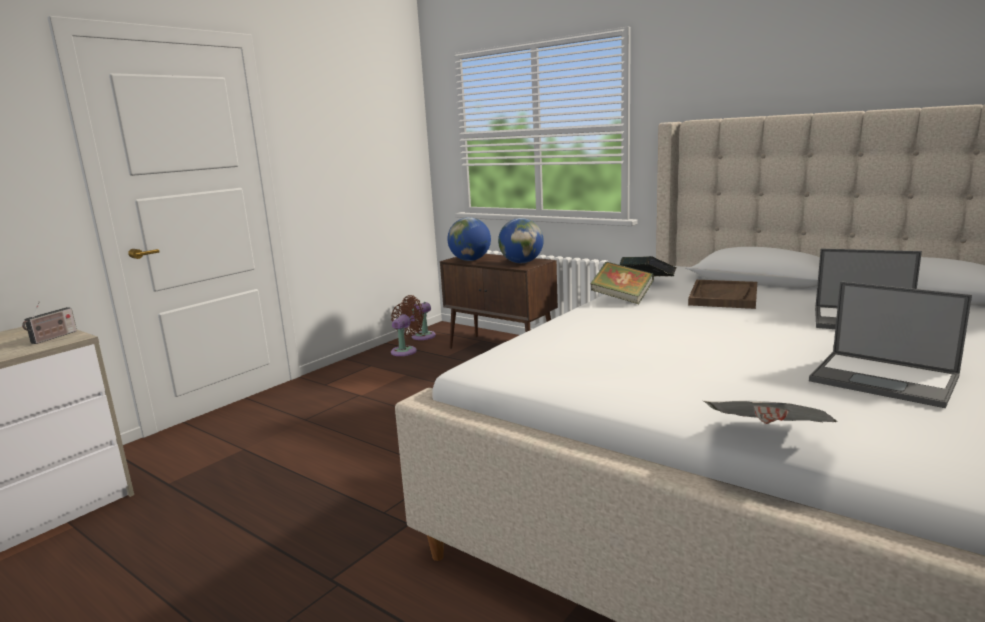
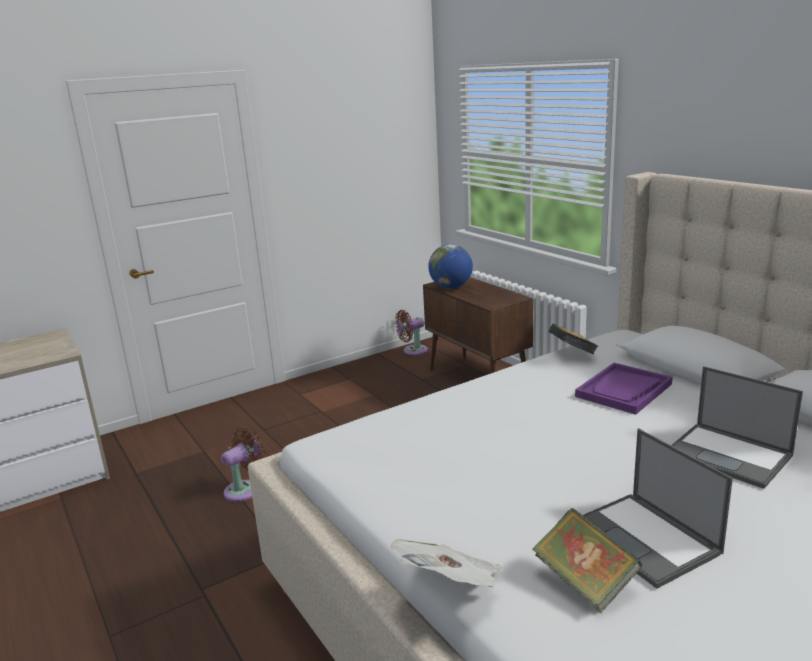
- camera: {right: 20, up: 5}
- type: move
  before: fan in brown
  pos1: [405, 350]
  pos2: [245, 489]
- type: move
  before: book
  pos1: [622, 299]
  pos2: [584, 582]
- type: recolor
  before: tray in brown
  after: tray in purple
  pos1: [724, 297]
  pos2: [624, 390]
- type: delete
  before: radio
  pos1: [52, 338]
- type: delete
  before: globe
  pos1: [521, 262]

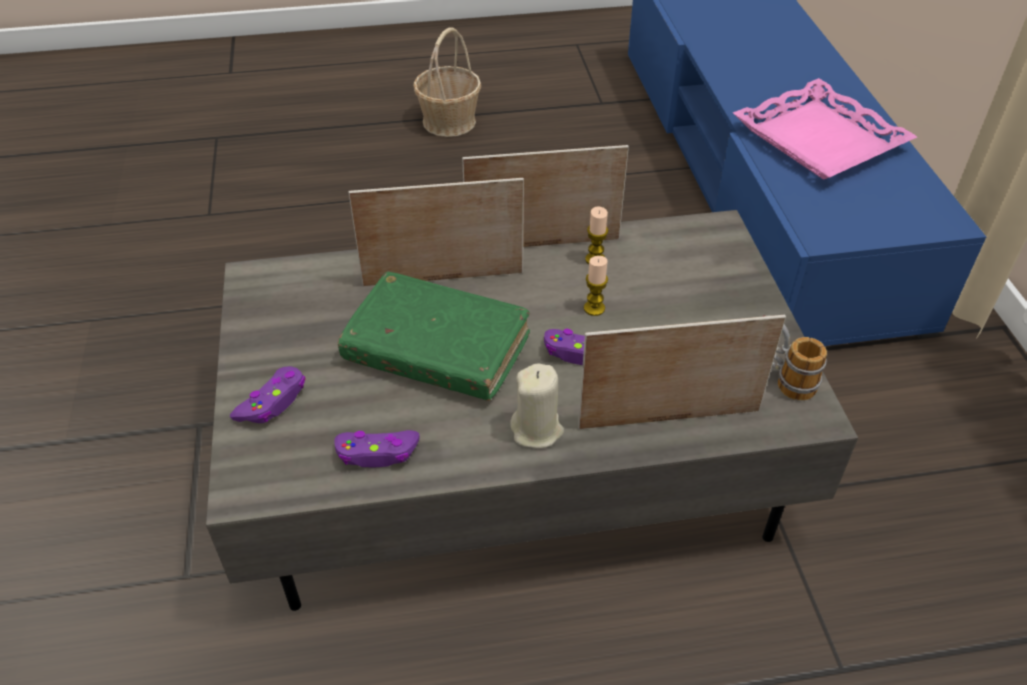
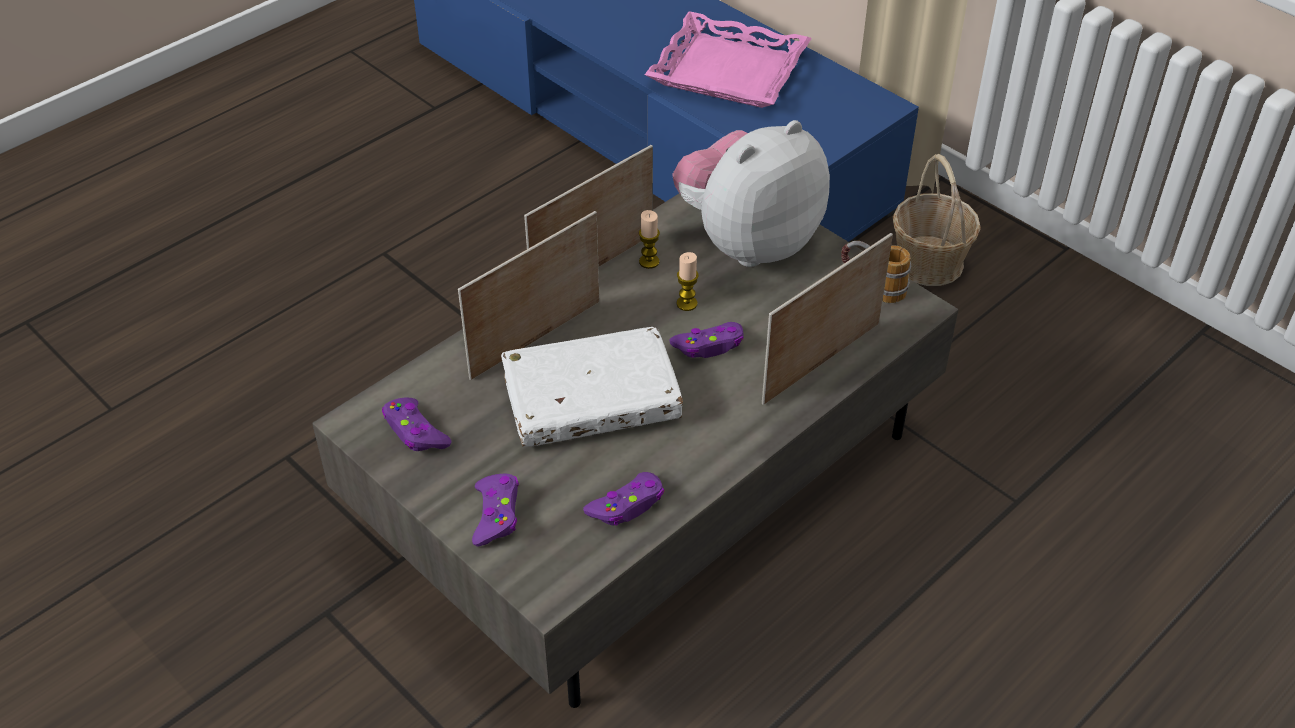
- camera: {right: -35, up: 0}
- type: insert
  after: game controller in purple
  pos2: [415, 432]
- type: recolor
  before: book in green
  after: book in white
  pos1: [437, 349]
  pos2: [591, 401]
- type: insert
  after: plush toy
  pos2: [747, 242]
- type: move
  before: basket
  pos1: [448, 122]
  pos2: [928, 263]
- type: delete
  before: candle in beige
  pos1: [537, 430]

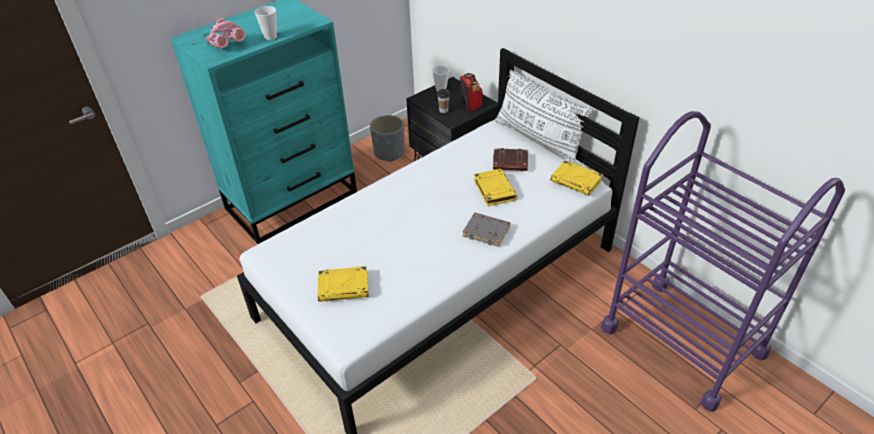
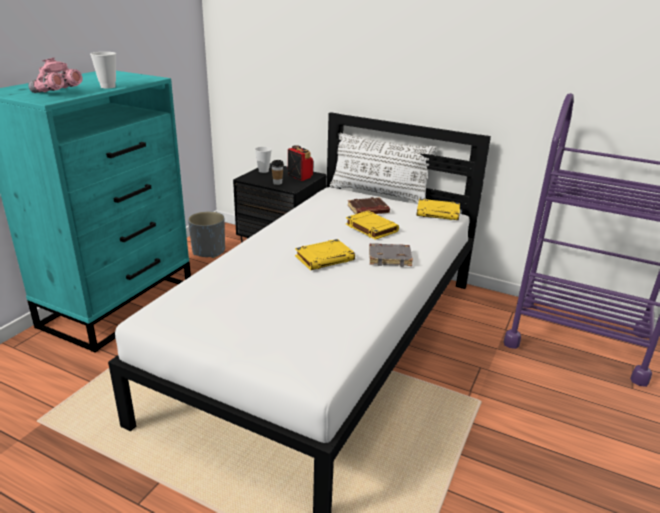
- camera: {right: -25, up: -15}
- type: move
  before: book in yellow
  pos1: [344, 287]
  pos2: [325, 258]

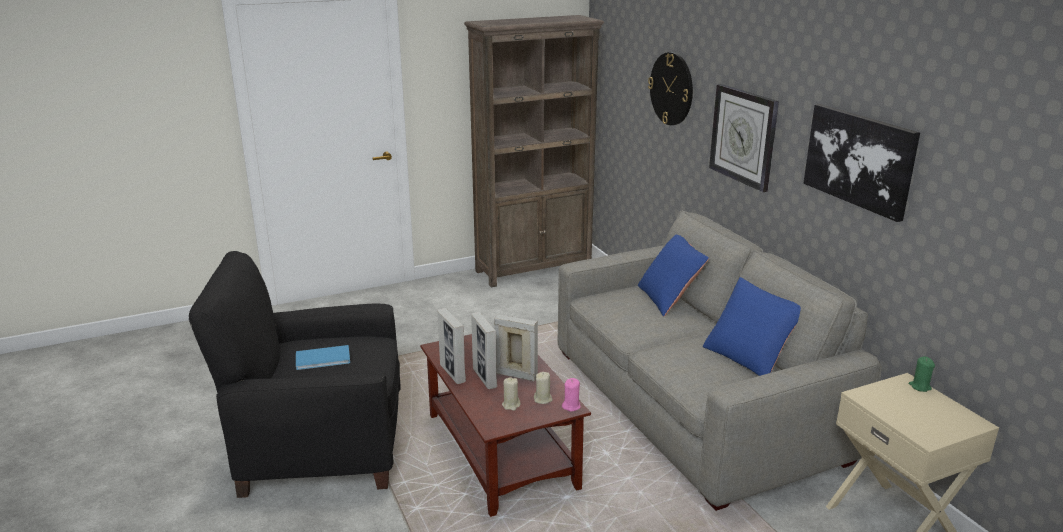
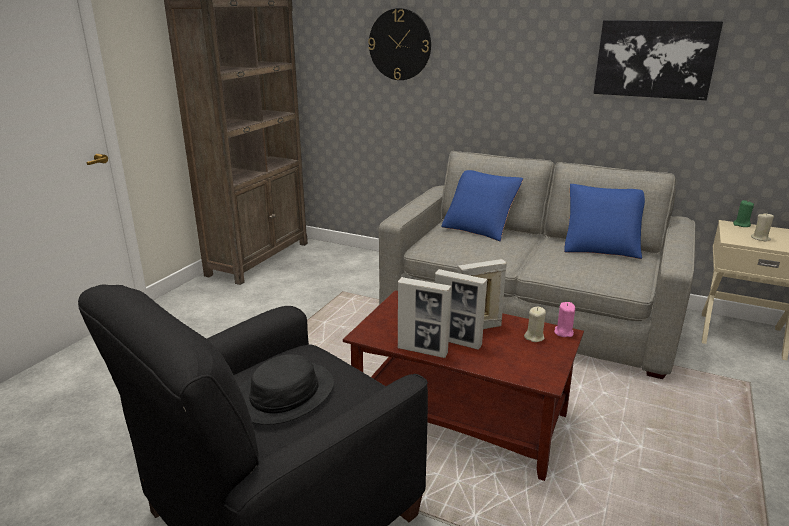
- camera: {right: -40, up: 0}
- type: replace
  before: book in blue
  after: hat in black
  pos1: [324, 359]
  pos2: [285, 394]
- type: move
  before: candle in beige
  pos1: [511, 405]
  pos2: [760, 238]
- type: delete
  before: wall clock
  pos1: [743, 136]

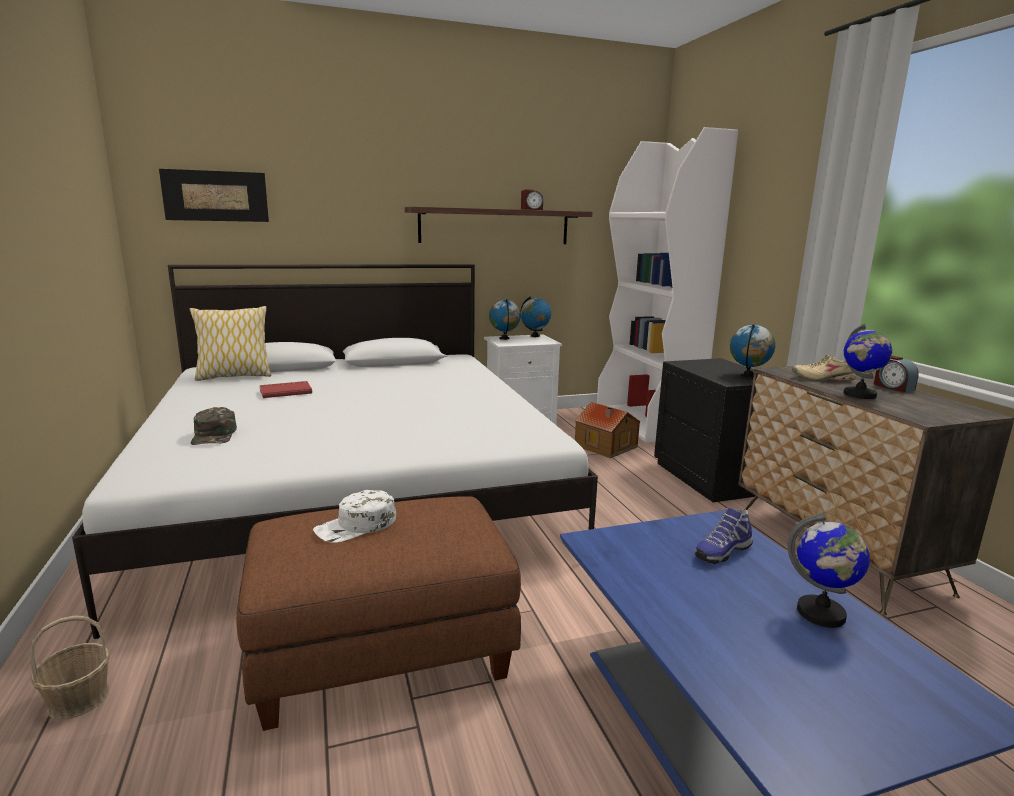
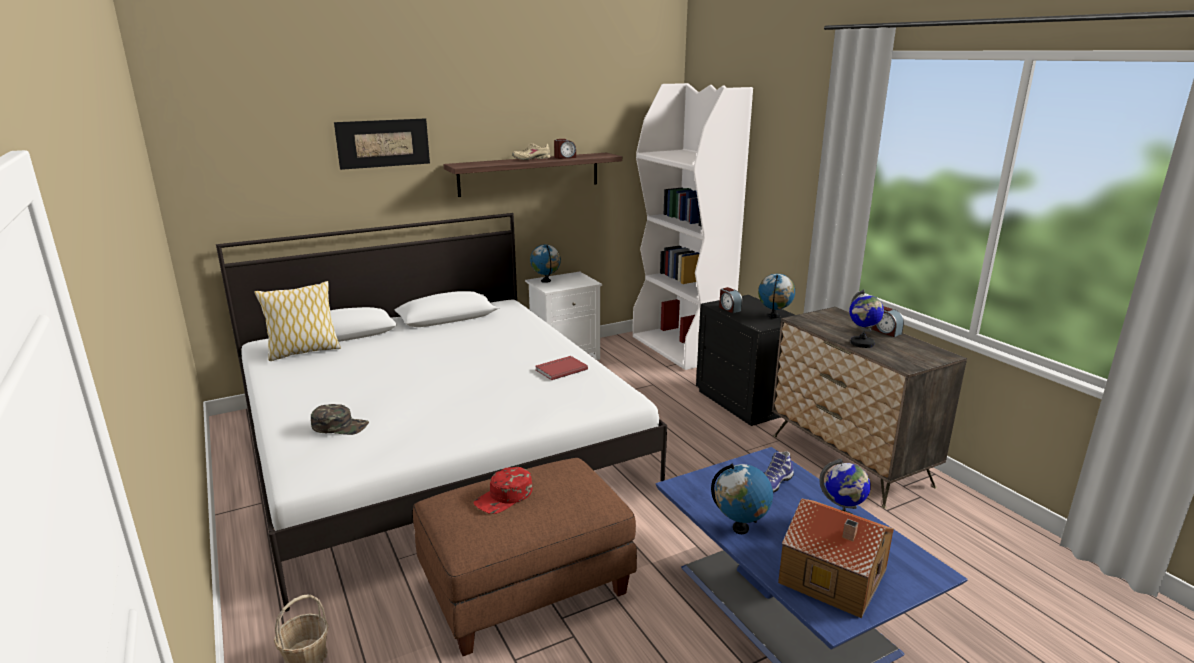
- camera: {right: -10, up: 5}
- type: rotate
  before: cap in green
  pos1: [214, 435]
  pos2: [340, 426]
  turn: -60
- type: move
  before: picture
  pos1: [216, 196]
  pos2: [383, 143]
- type: recolor
  before: cap in white
  after: cap in red
  pos1: [356, 526]
  pos2: [504, 497]
- type: move
  before: shoe in beige
  pos1: [822, 378]
  pos2: [531, 159]
- type: move
  before: book in red
  pos1: [285, 391]
  pos2: [560, 369]
- type: move
  before: globe
  pos1: [535, 336]
  pos2: [740, 528]
- type: insert
  after: alarm clock
  pos2: [729, 309]
- type: move
  before: toy house
  pos1: [606, 447]
  pos2: [833, 578]

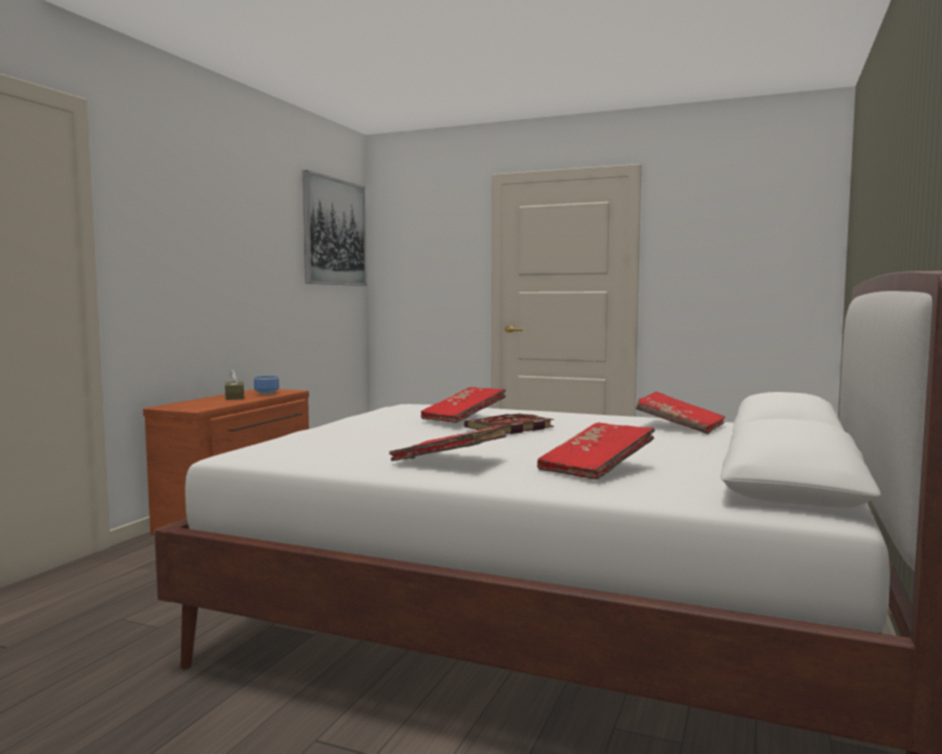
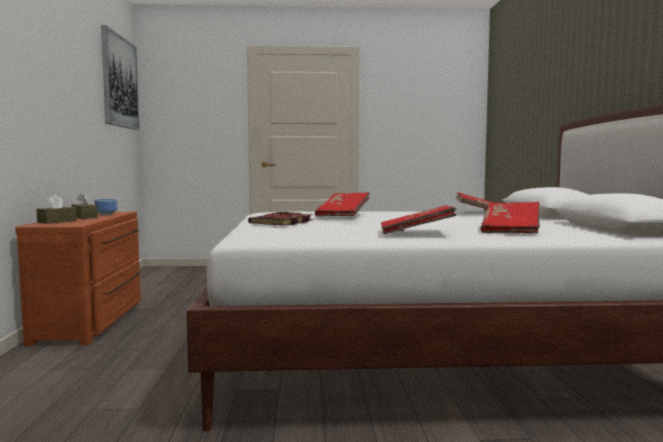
- camera: {right: -25, up: 0}
- type: insert
  after: tissue box in brown
  pos2: [57, 221]
- type: move
  before: book
  pos1: [509, 428]
  pos2: [282, 222]

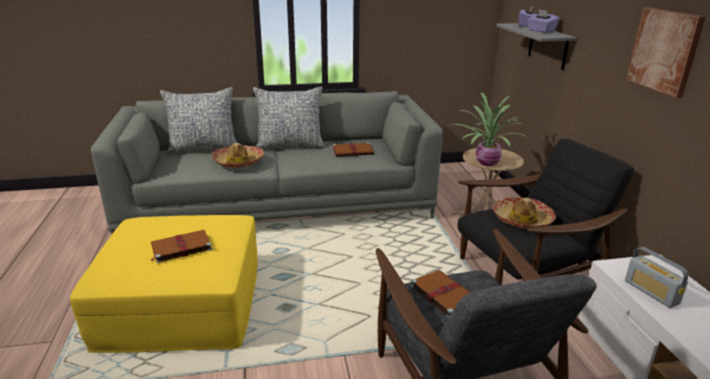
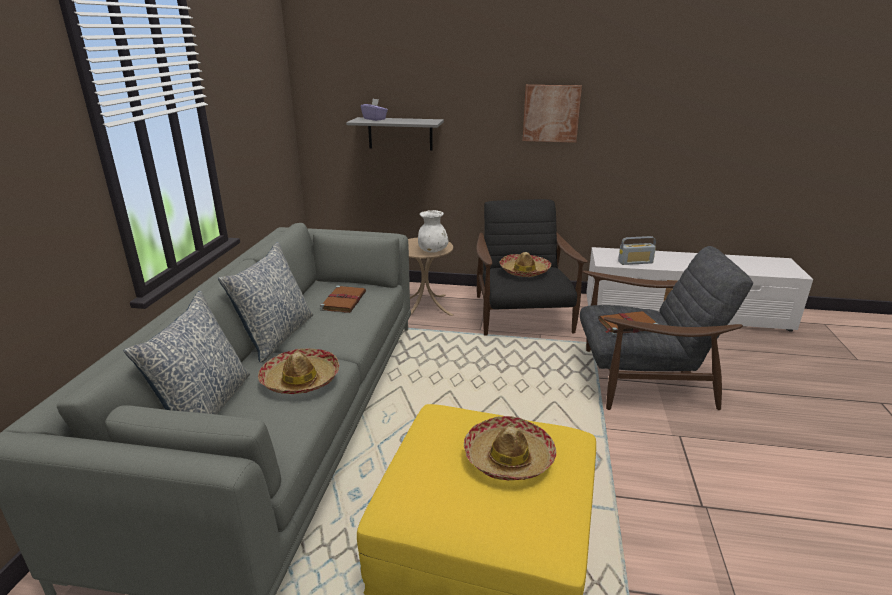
- camera: {right: -70, up: 0}
- type: replace
  before: potted plant
  after: vase in white
  pos1: [486, 162]
  pos2: [432, 251]
- type: replace
  before: book in brown
  after: hat
  pos1: [180, 248]
  pos2: [509, 458]
- type: delete
  before: tissue box in purple
  pos1: [541, 31]

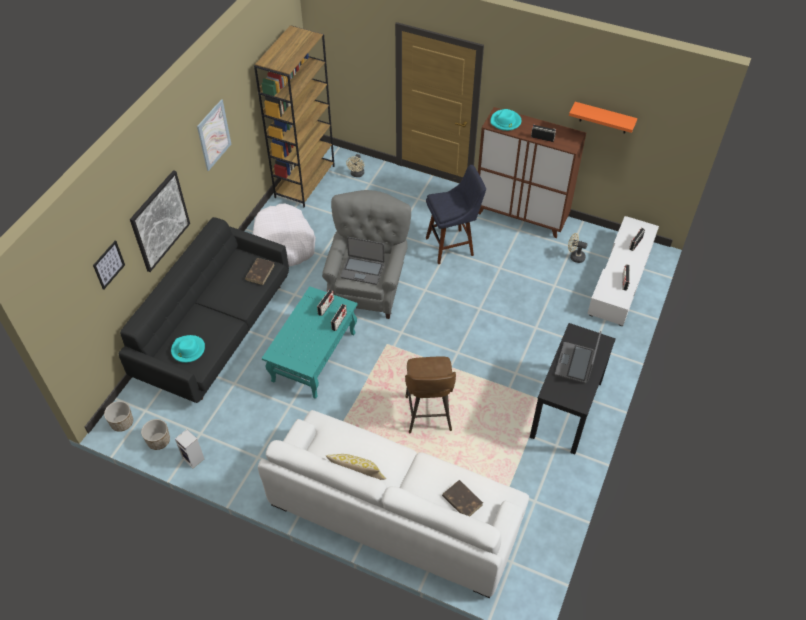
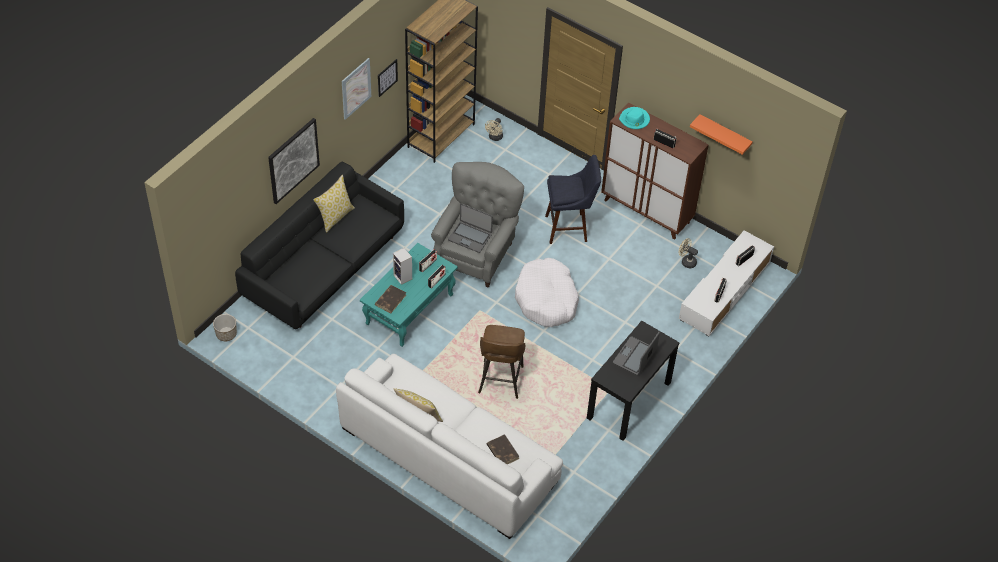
- camera: {right: 10, up: 0}
- type: insert
  after: pillow
  pos2: [335, 216]
- type: move
  before: book in brown
  pos1: [260, 272]
  pos2: [390, 300]
- type: move
  before: picture
  pos1: [108, 264]
  pos2: [387, 77]
- type: move
  before: speaker
  pos1: [194, 459]
  pos2: [403, 277]
- type: move
  before: dog bed in white
  pos1: [285, 243]
  pos2: [546, 299]
- type: delete
  before: planter
  pos1: [159, 441]
- type: delete
  before: hat in turquoise
  pos1: [188, 350]

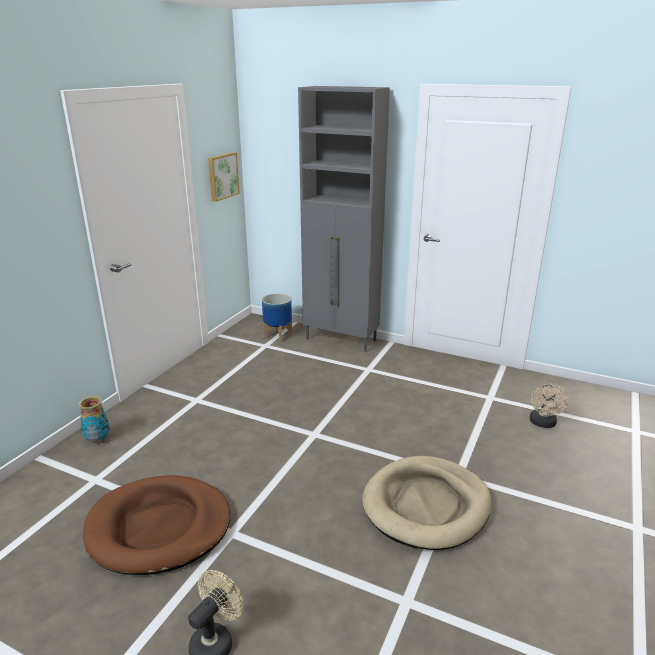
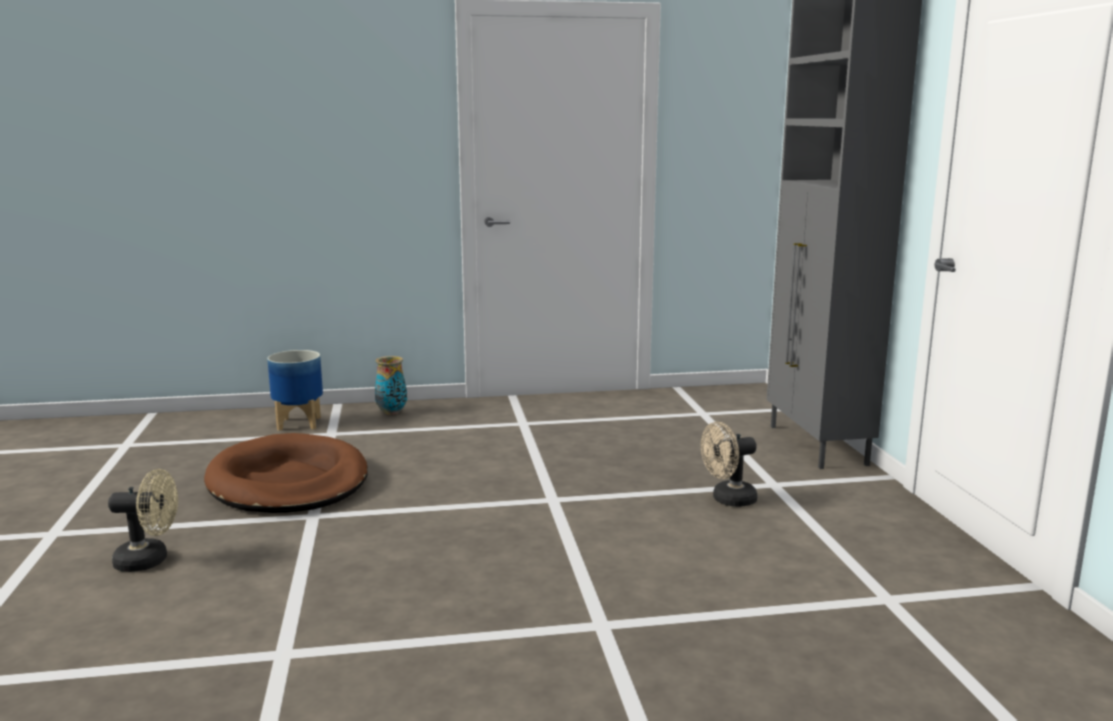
- camera: {right: 55, up: -10}
- type: move
  before: planter
  pos1: [277, 335]
  pos2: [298, 424]
- type: move
  before: fan in beige
  pos1: [543, 424]
  pos2: [728, 500]
- type: delete
  before: picture
  pos1: [222, 176]
- type: delete
  before: dog bed in beige
  pos1: [426, 505]

